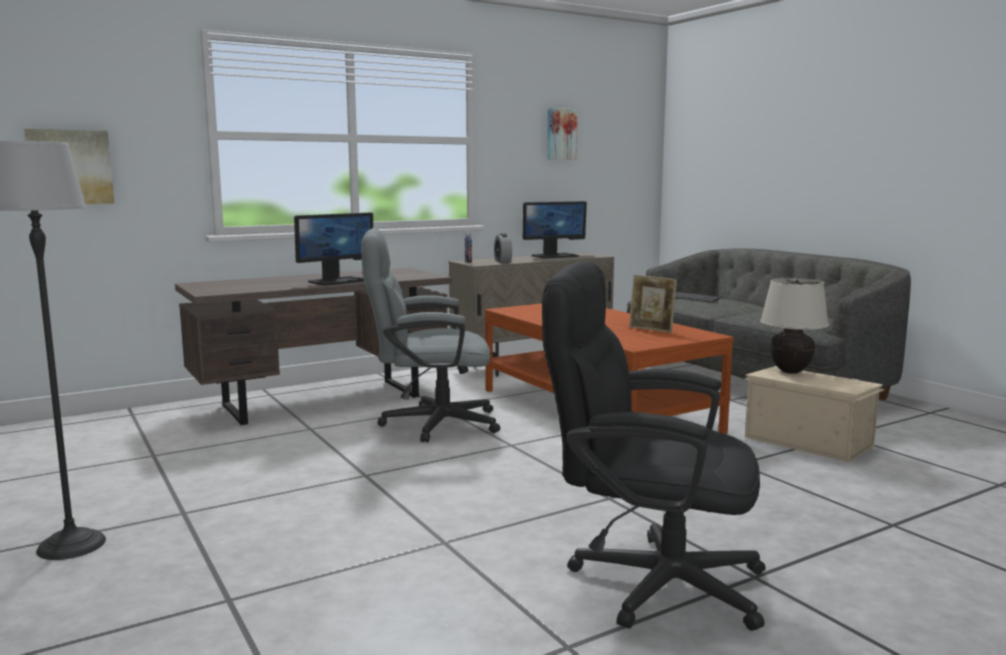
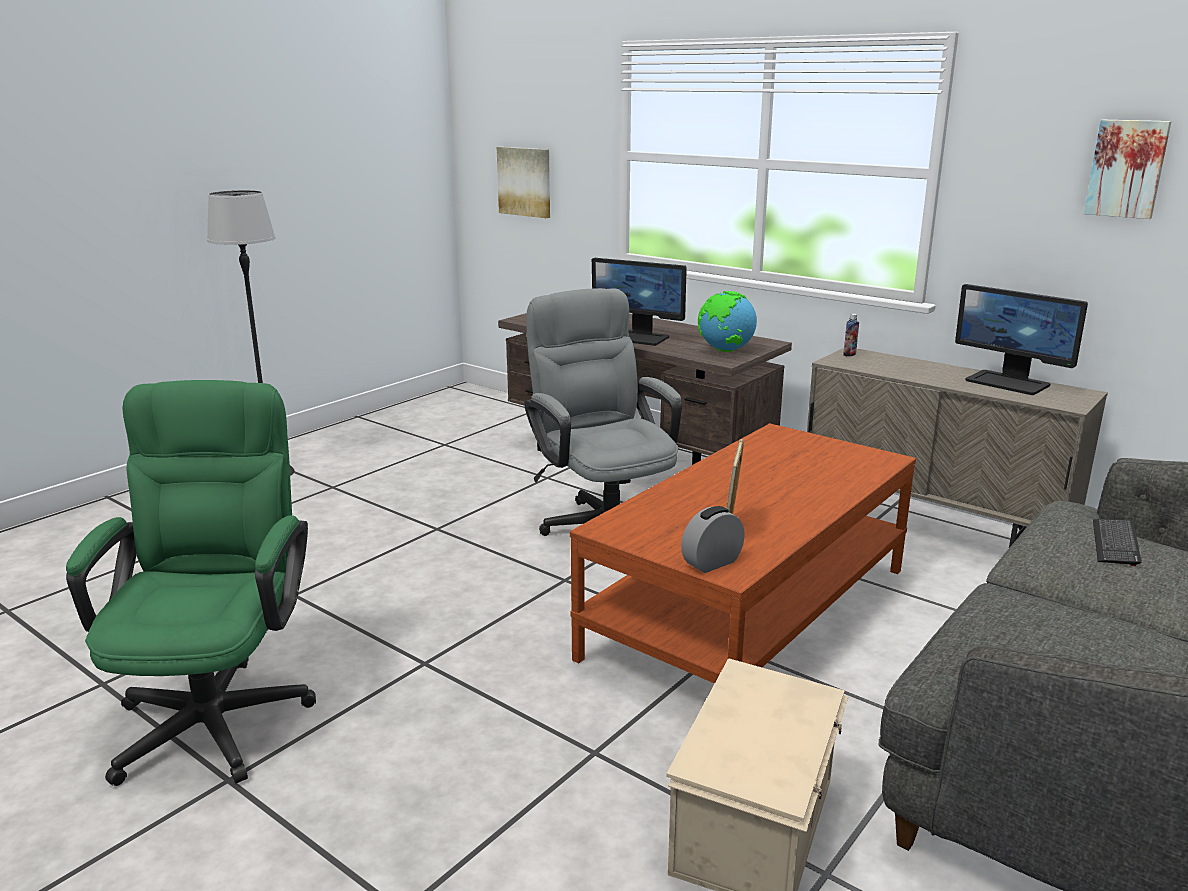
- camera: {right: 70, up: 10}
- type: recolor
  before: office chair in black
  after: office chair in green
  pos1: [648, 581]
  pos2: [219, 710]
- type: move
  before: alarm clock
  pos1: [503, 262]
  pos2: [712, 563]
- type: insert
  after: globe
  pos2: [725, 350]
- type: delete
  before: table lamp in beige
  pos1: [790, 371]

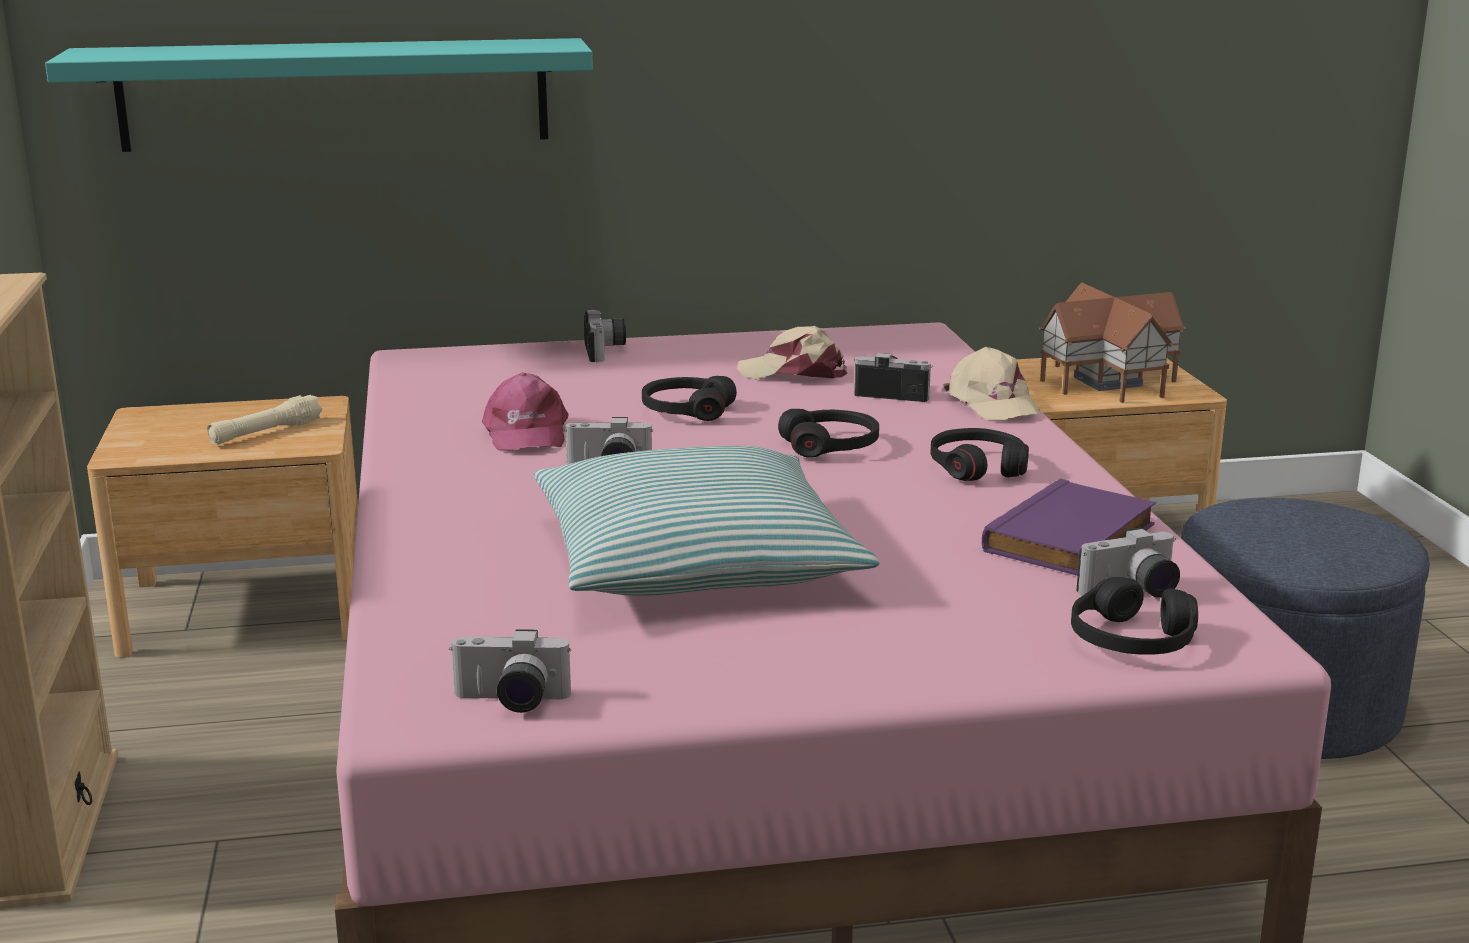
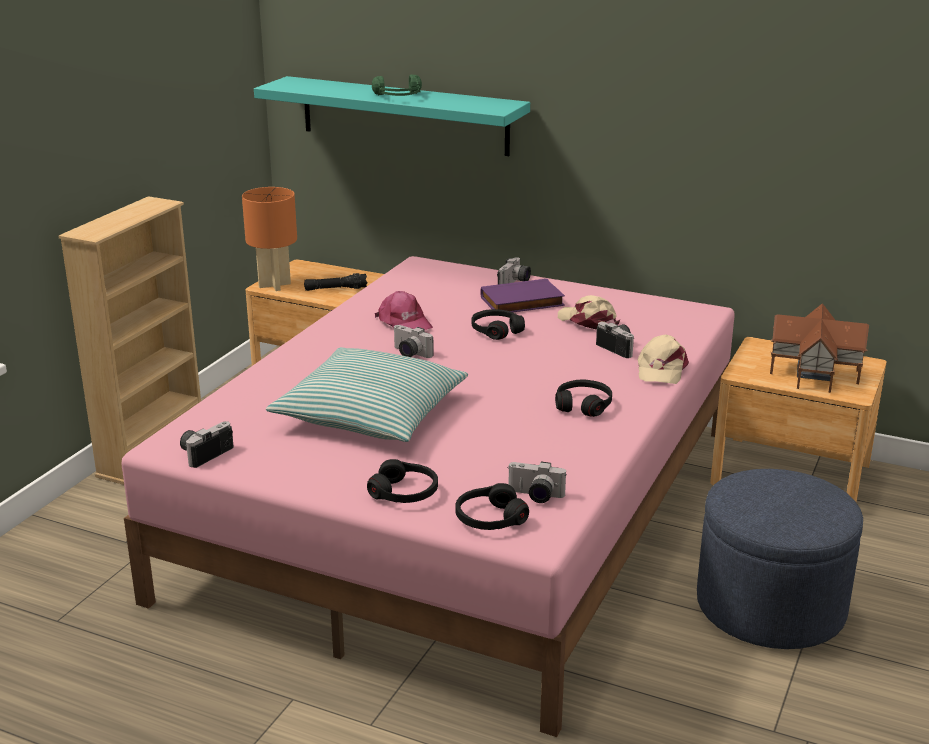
- camera: {right: 35, up: 5}
- type: rotate
  before: photo camera
  pos1: [510, 702]
  pos2: [205, 453]
  turn: 90
- type: insert
  after: table lamp in orange
  pos2: [274, 285]
- type: recolor
  before: flashlight in beige
  after: flashlight in black
  pos1: [265, 433]
  pos2: [335, 289]
- type: move
  before: headphones in black
  pos1: [830, 446]
  pos2: [404, 492]
- type: insert
  after: headphones in green
  pos2: [399, 97]
- type: rotate
  before: cap in pink
  pos1: [525, 432]
  pos2: [404, 322]
  turn: -60
- type: move
  before: book in purple
  pos1: [1073, 539]
  pos2: [522, 302]

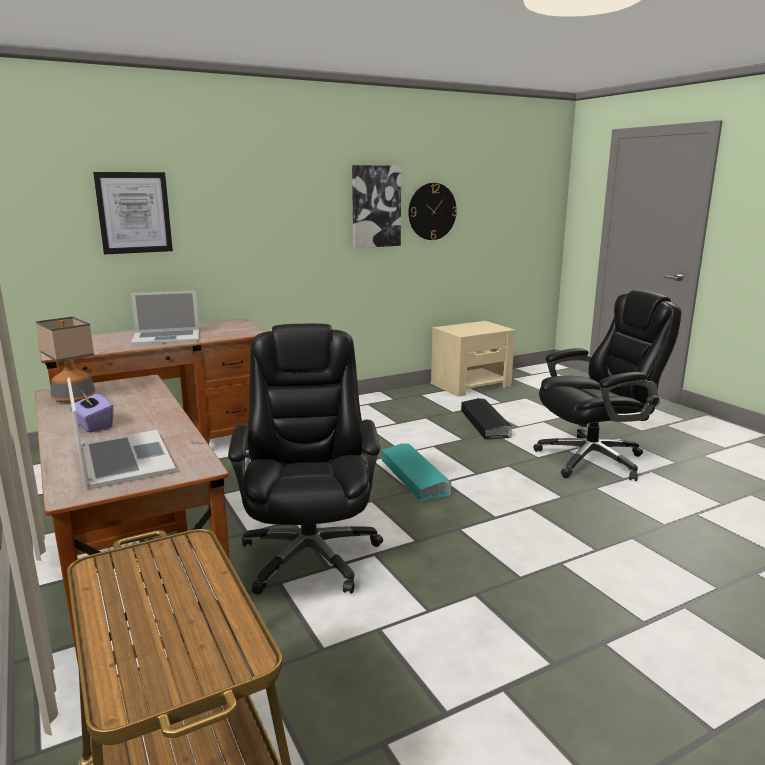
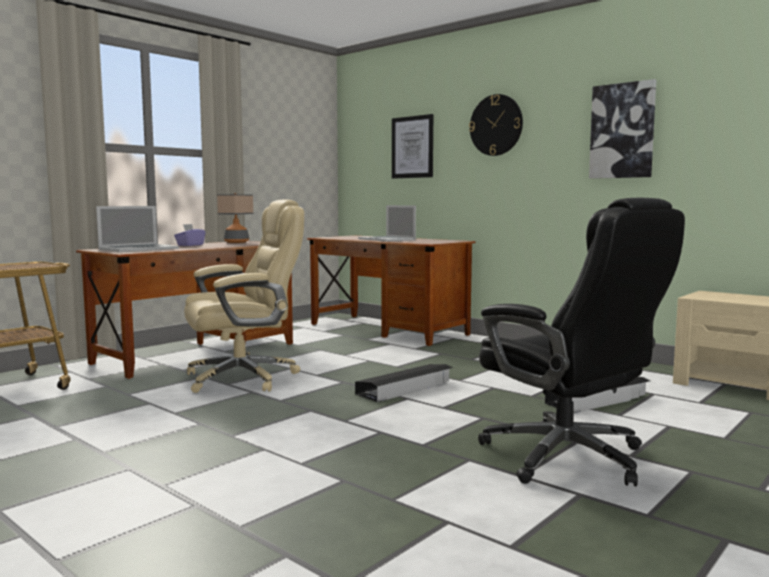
- camera: {right: 70, up: -10}
- type: recolor
  before: office chair in black
  after: office chair in beige
  pos1: [310, 554]
  pos2: [244, 378]
- type: recolor
  before: storage box in turquoise
  after: storage box in black
  pos1: [414, 477]
  pos2: [406, 388]
- type: move
  before: wall clock
  pos1: [432, 211]
  pos2: [496, 125]

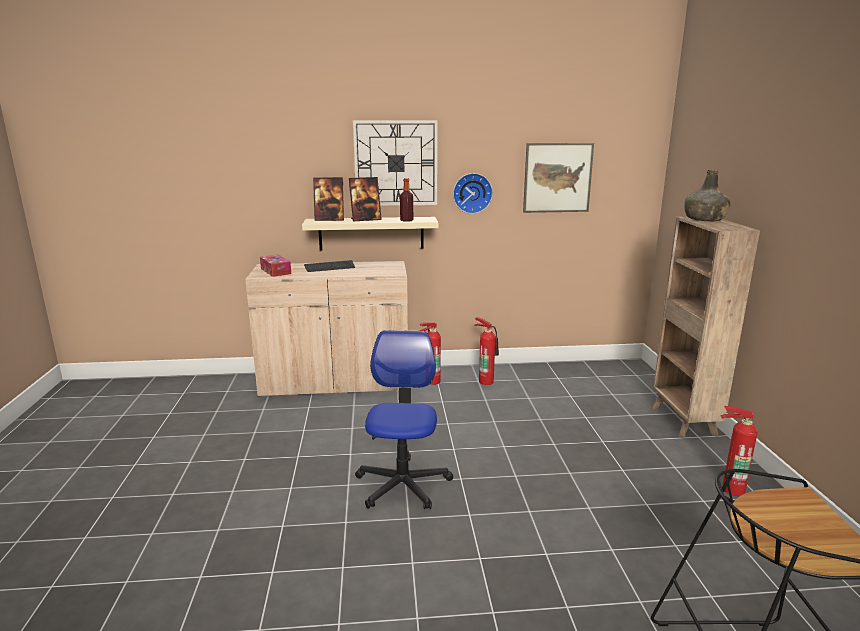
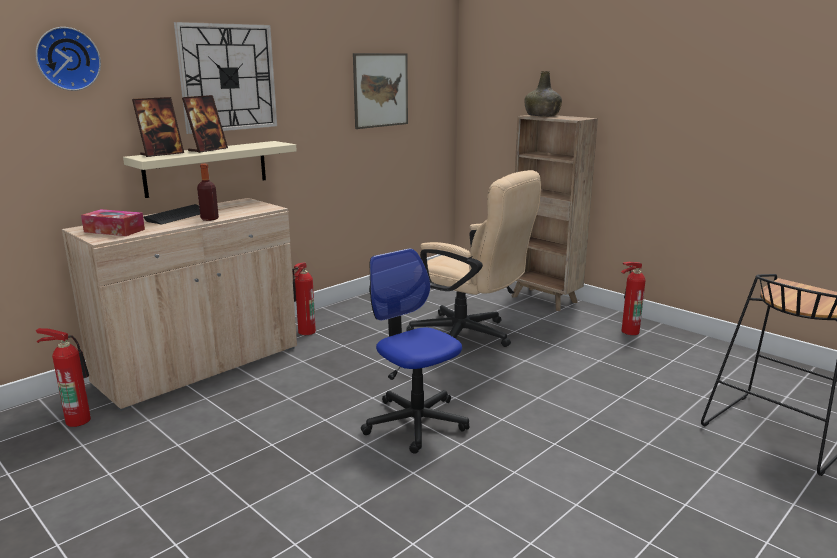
- camera: {right: -40, up: 0}
- type: move
  before: wall clock
  pos1: [472, 193]
  pos2: [67, 59]
- type: move
  before: fire extinguisher
  pos1: [486, 381]
  pos2: [78, 419]
- type: move
  before: bottle
  pos1: [406, 220]
  pos2: [209, 219]
- type: insert
  after: office chair in beige
  pos2: [470, 336]

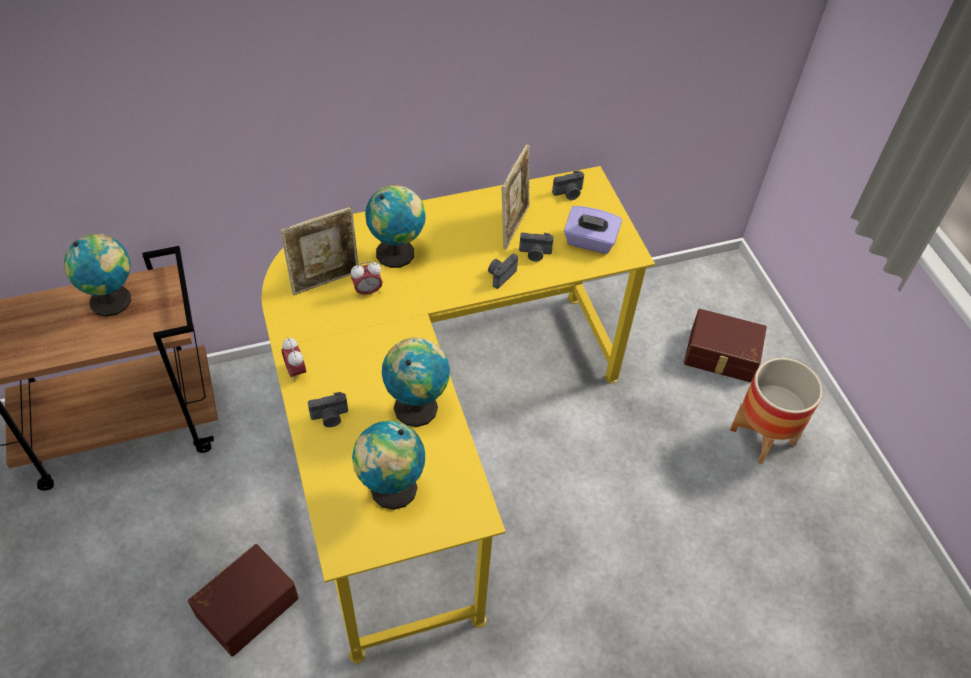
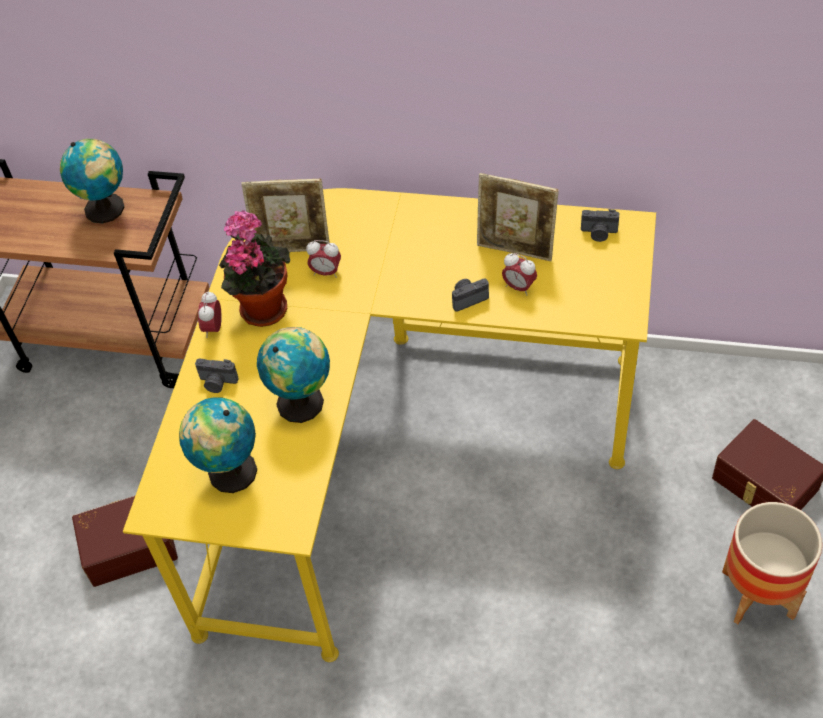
- camera: {right: 35, up: 0}
- type: insert
  after: potted plant
  pos2: [262, 306]
- type: rotate
  before: picture frame
  pos1: [513, 225]
  pos2: [516, 250]
  turn: 60
- type: replace
  before: photo camera
  after: alarm clock
  pos1: [535, 254]
  pos2: [519, 287]
- type: delete
  before: globe
  pos1: [398, 252]
- type: delete
  before: tissue box in purple
  pos1: [589, 242]

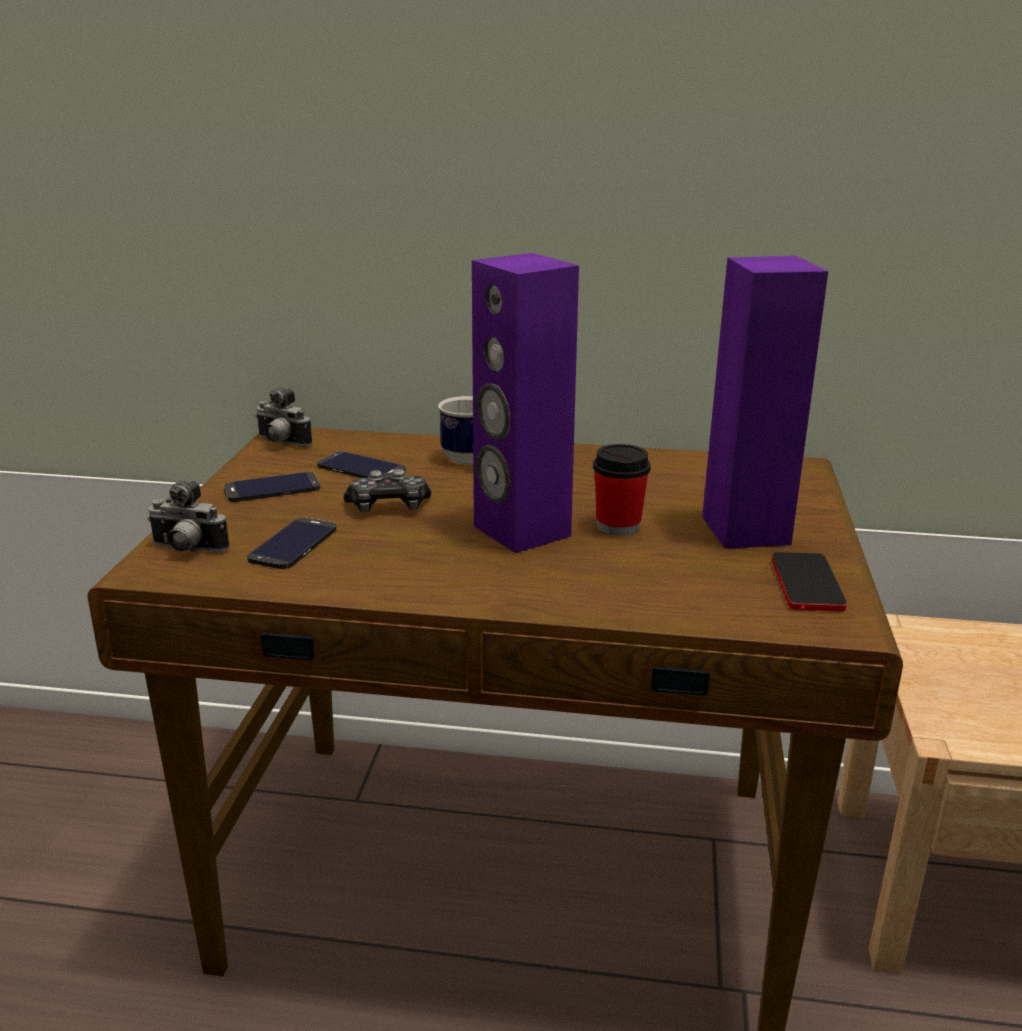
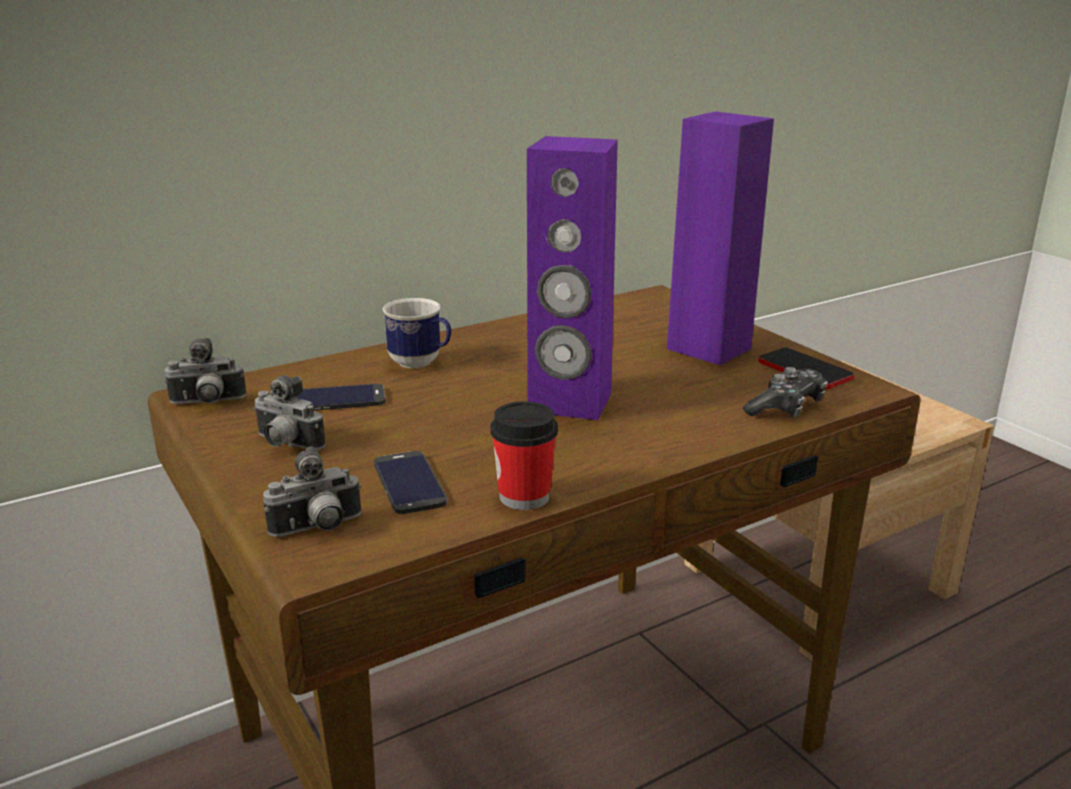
- camera: {right: -40, up: 0}
- type: replace
  before: phone
  after: photo camera
  pos1: [272, 488]
  pos2: [286, 445]
- type: move
  before: cup
  pos1: [618, 526]
  pos2: [524, 497]
- type: move
  before: game controller
  pos1: [388, 507]
  pos2: [786, 407]

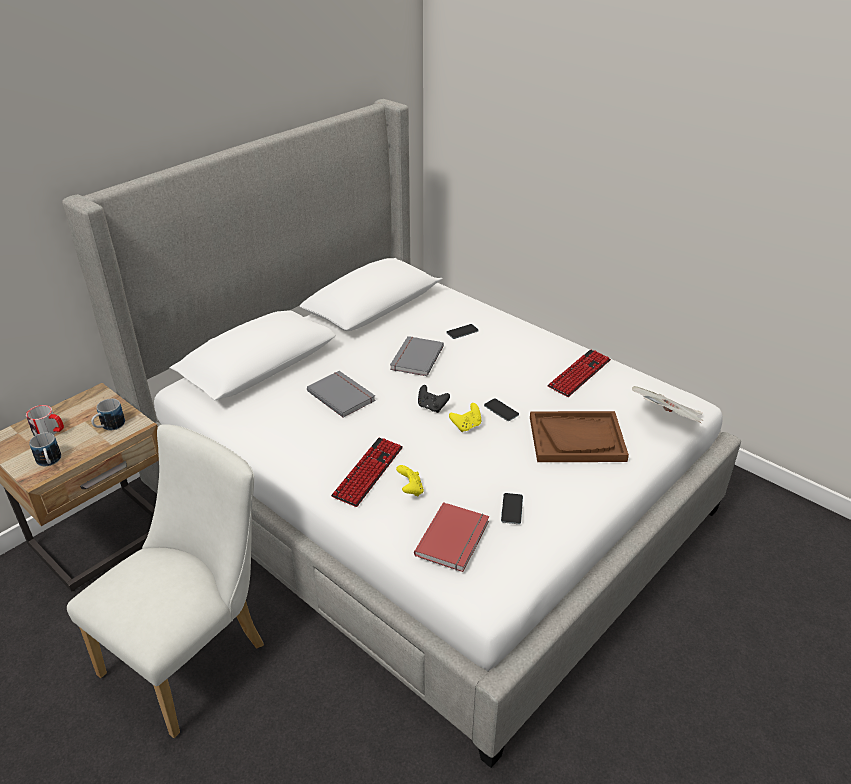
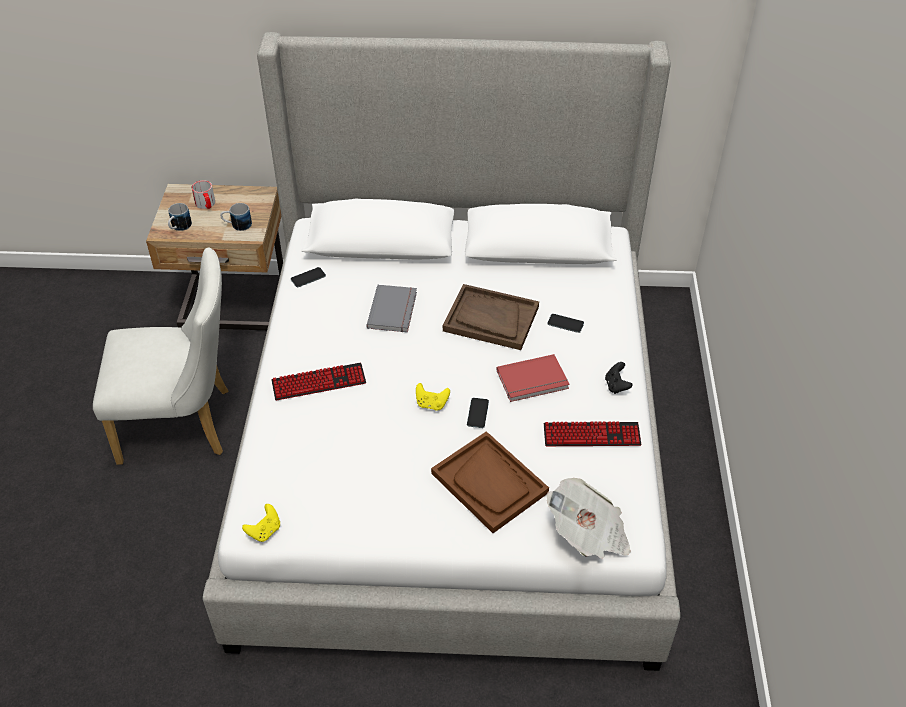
- camera: {right: 50, up: 10}
- type: move
  before: game controller in yellow
  pos1: [410, 490]
  pos2: [265, 531]
- type: move
  before: phone
  pos1: [512, 509]
  pos2: [308, 277]
- type: replace
  before: book in grey
  after: tray in brown
  pos1: [415, 358]
  pos2: [490, 319]
- type: move
  before: book in red
  pos1: [455, 539]
  pos2: [533, 381]
- type: move
  before: game controller in black
  pos1: [432, 407]
  pos2: [616, 386]

